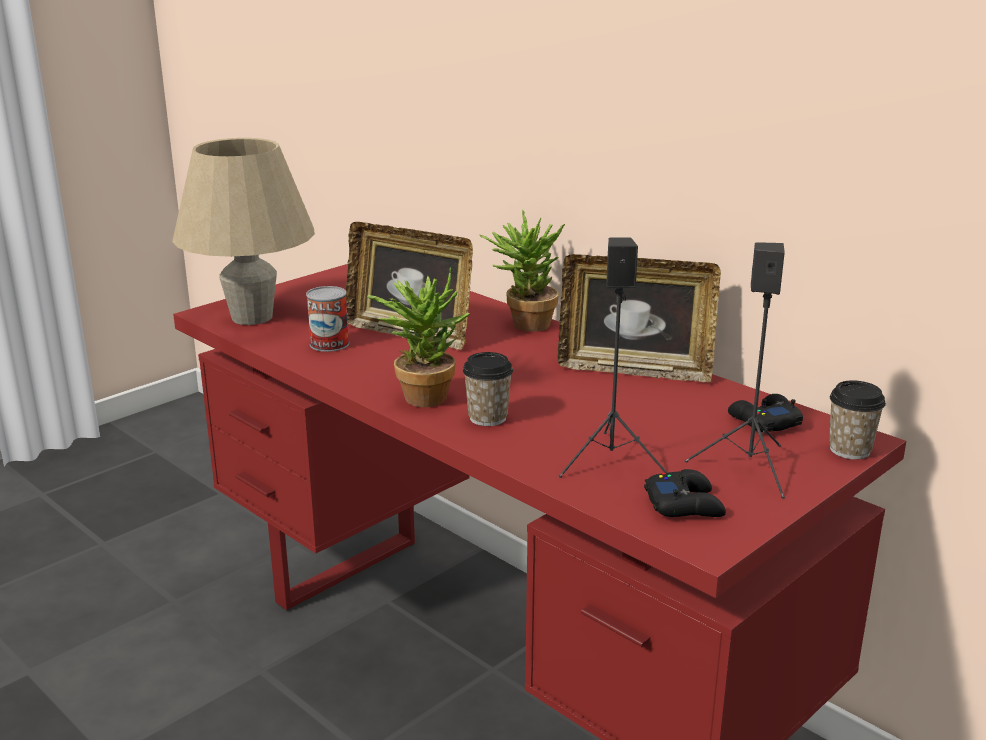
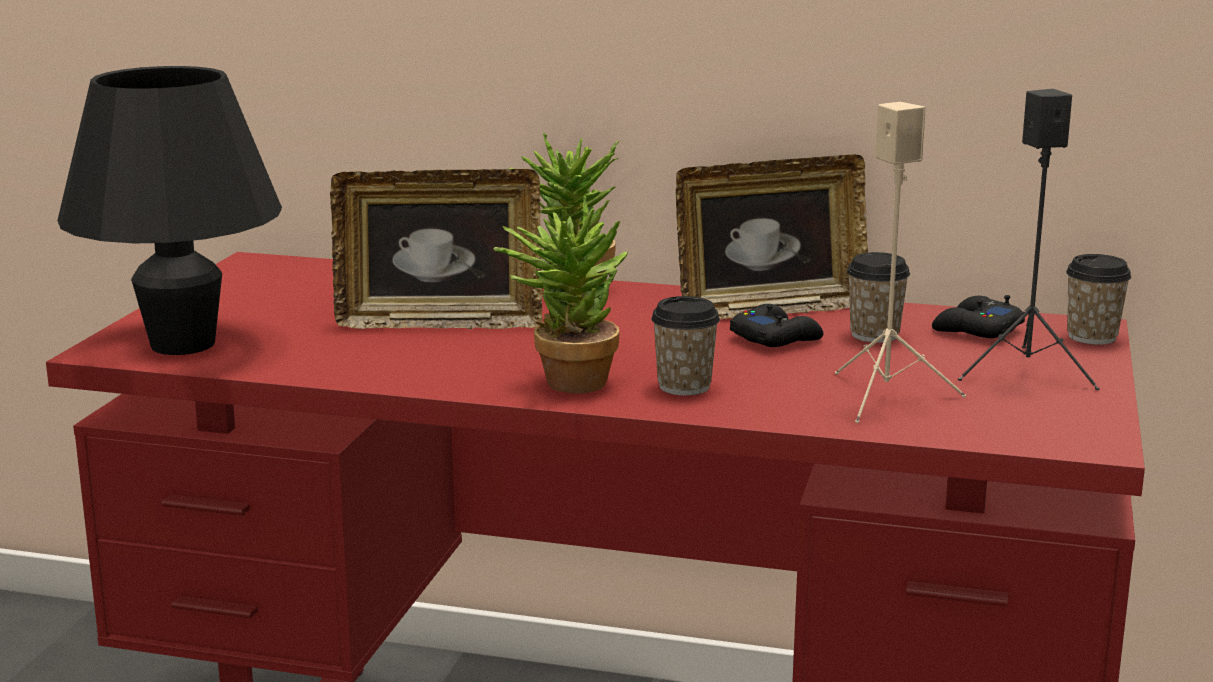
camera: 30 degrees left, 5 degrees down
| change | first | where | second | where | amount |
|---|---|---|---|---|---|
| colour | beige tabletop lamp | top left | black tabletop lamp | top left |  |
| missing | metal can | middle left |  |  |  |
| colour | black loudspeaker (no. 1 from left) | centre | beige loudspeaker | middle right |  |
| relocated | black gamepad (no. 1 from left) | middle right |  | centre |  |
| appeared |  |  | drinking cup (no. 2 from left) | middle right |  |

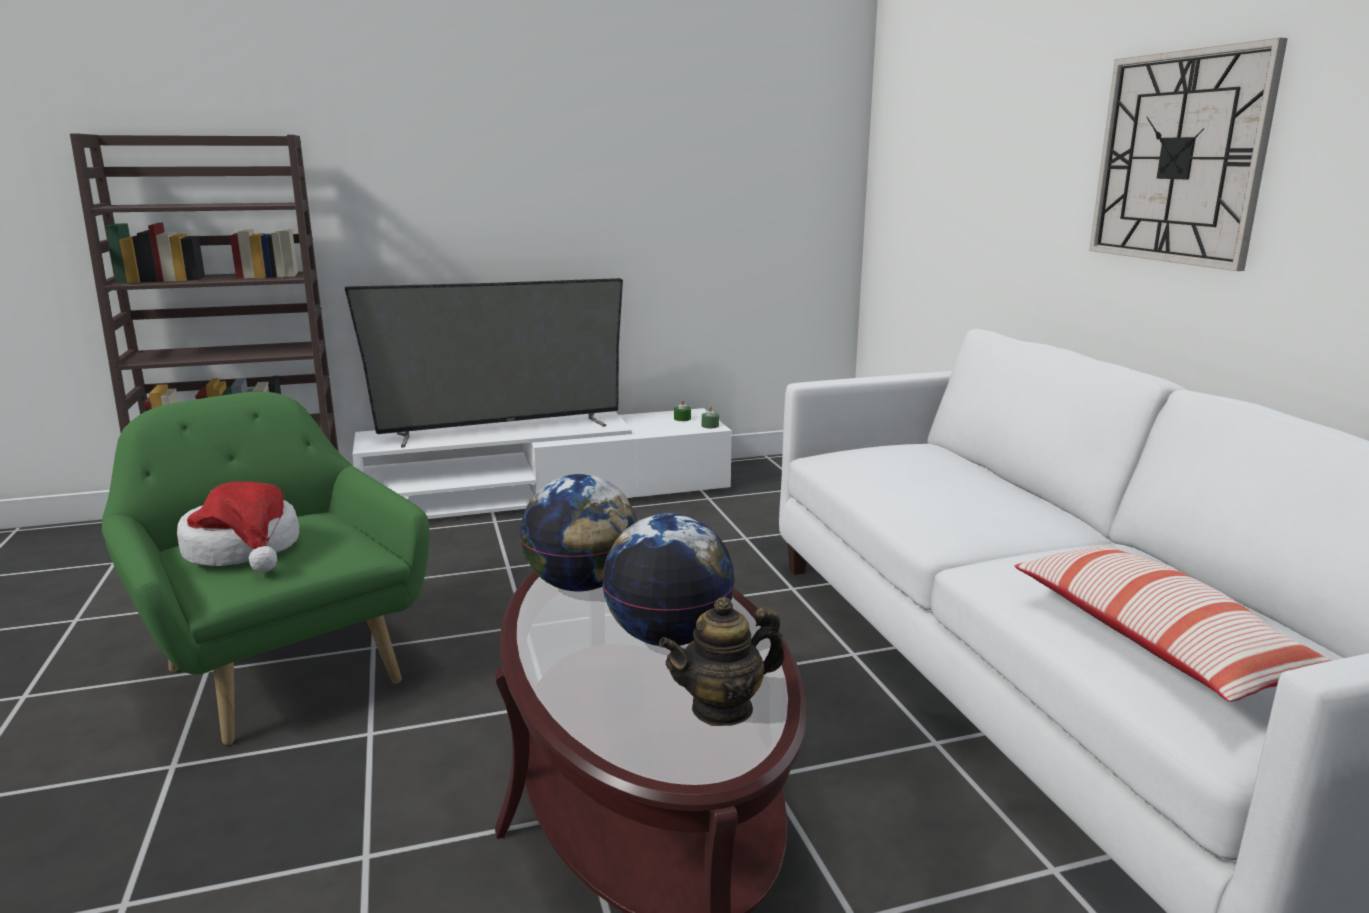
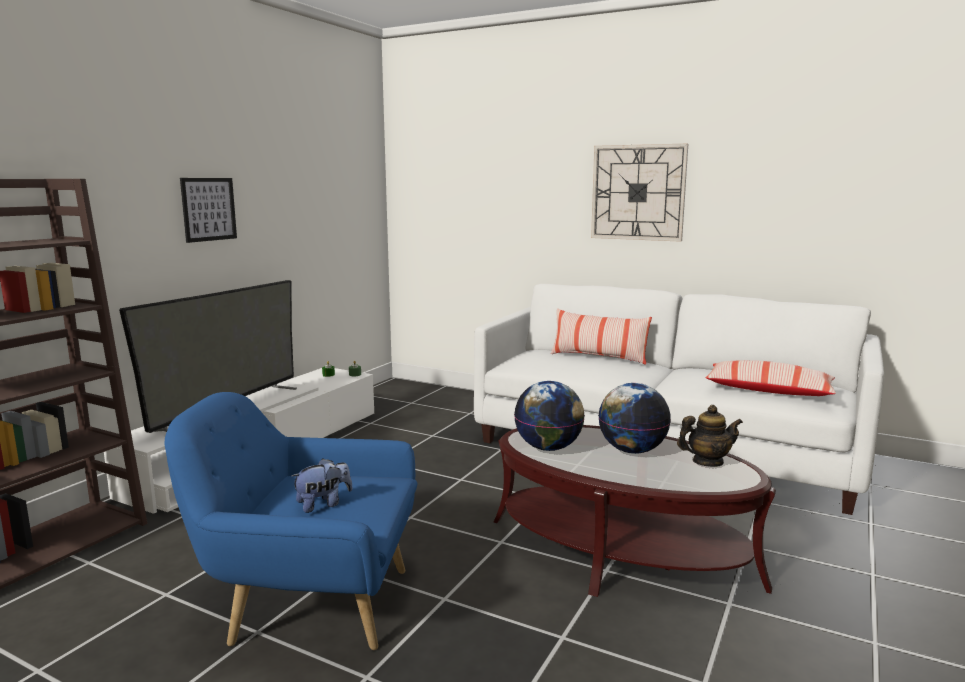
camera: 45 degrees left, 5 degrees down
| change | first | where | second | where | amount |
|---|---|---|---|---|---|
| colour | greenish armchair | middle left | blue armchair | bottom left |  |
| exchanged | hat | middle left | plush toy | bottom left |  |
| spun | teapot | bottom centre |  | middle right | 120 degrees counterclockwise |
| appeared |  |  | wall art | top left |  |
| appeared |  |  | pillow (no. 1 from left) | centre |  |

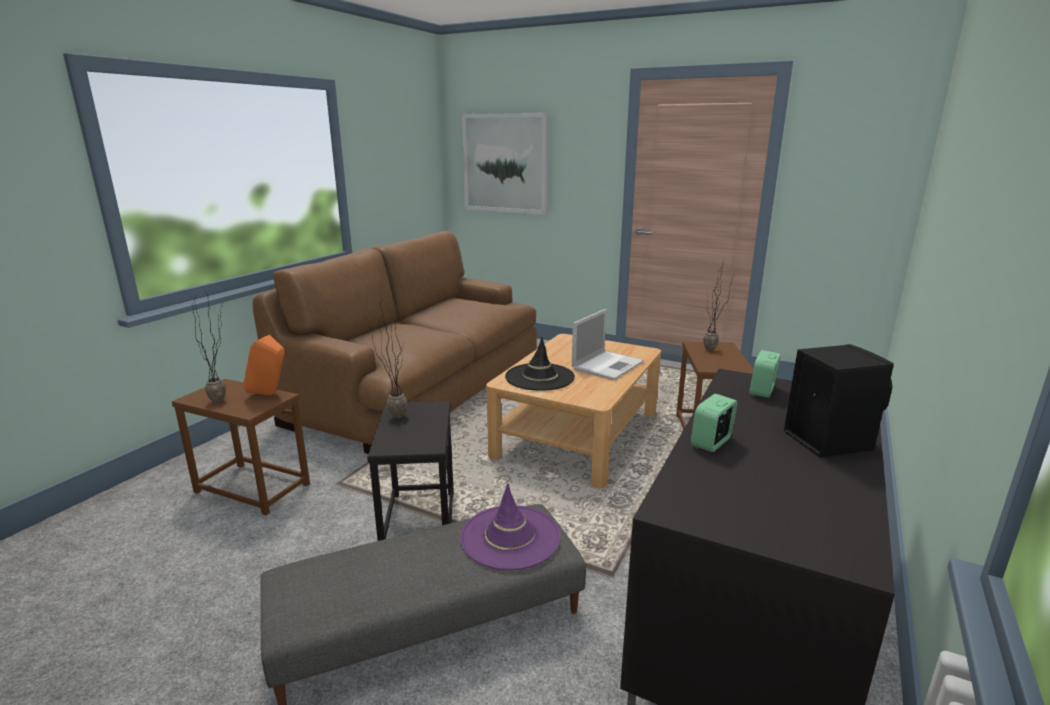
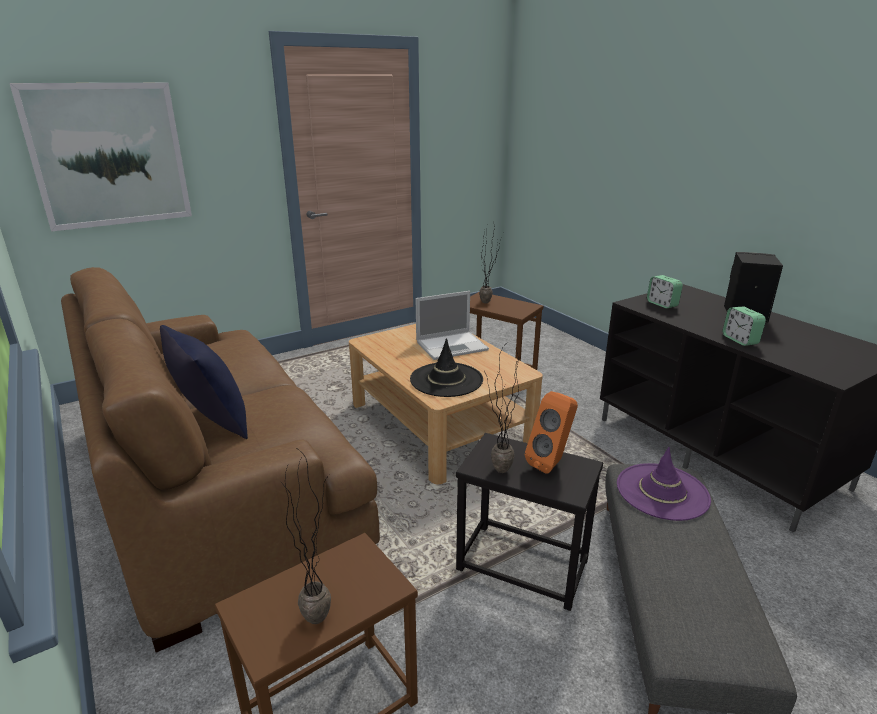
camera: 60 degrees left, 5 degrees up
| change | first | where | second | where | amount |
|---|---|---|---|---|---|
| relocated | orange loudspeaker | middle left |  | centre |  |
| spun | laptop | centre |  | centre | 90 degrees clockwise |
| appeared |  |  | blue pillow | middle left |  |

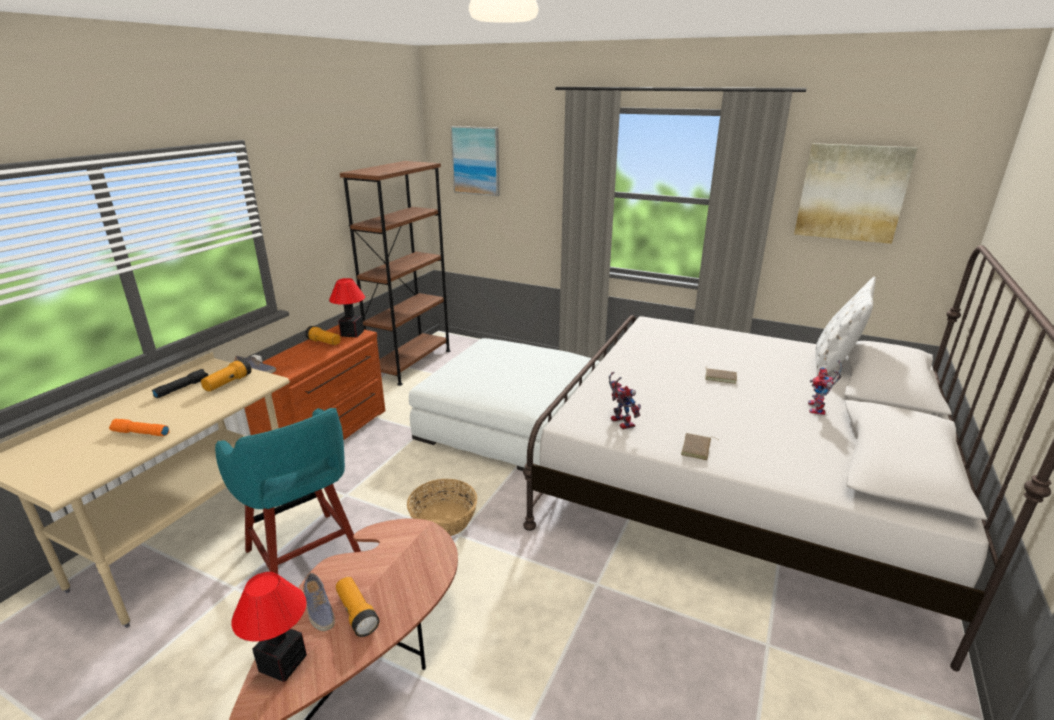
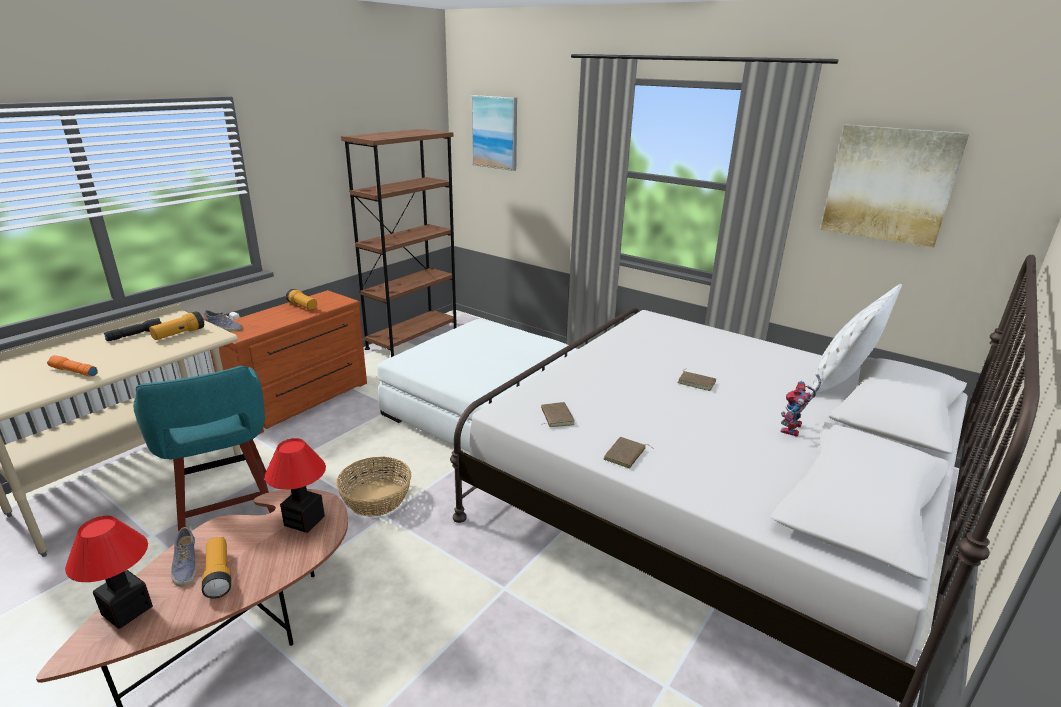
camera: 10 degrees right, 0 degrees up
| change | first | where | second | where | amount |
|---|---|---|---|---|---|
| relocated | tabletop lamp (no. 2 from left) | middle left |  | bottom left |  |
| exchanged | toy robot (no. 1 from left) | centre | brownish book (no. 1 from left) | centre |  |

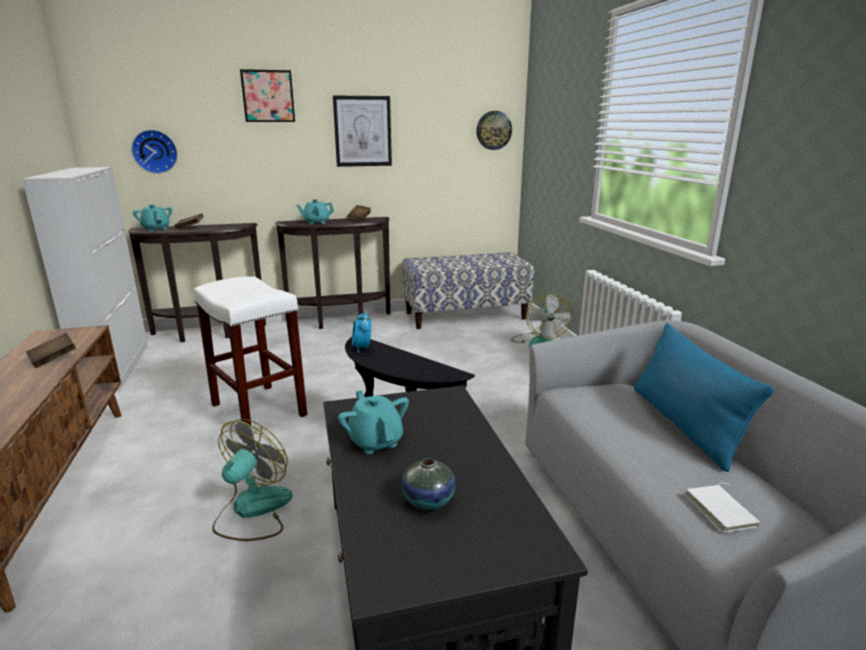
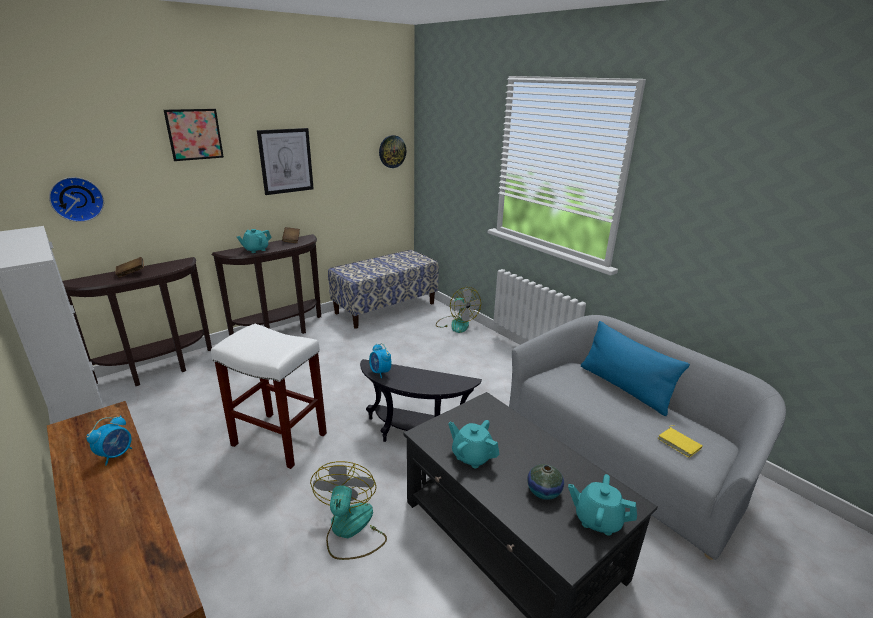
camera: 25 degrees left, 5 degrees up
| change | first | where | second | where | amount |
|---|---|---|---|---|---|
| exchanged | brownish book (no. 1 from left) | middle left | table clock (no. 1 from left) | bottom left |  |
| relocated | turquoise-coloured teapot (no. 1 from left in the first image) | middle left | turquoise-coloured teapot (no. 3 from left) | bottom right |  |
| colour | white-coloured book | bottom right | yellow book | bottom right |  |

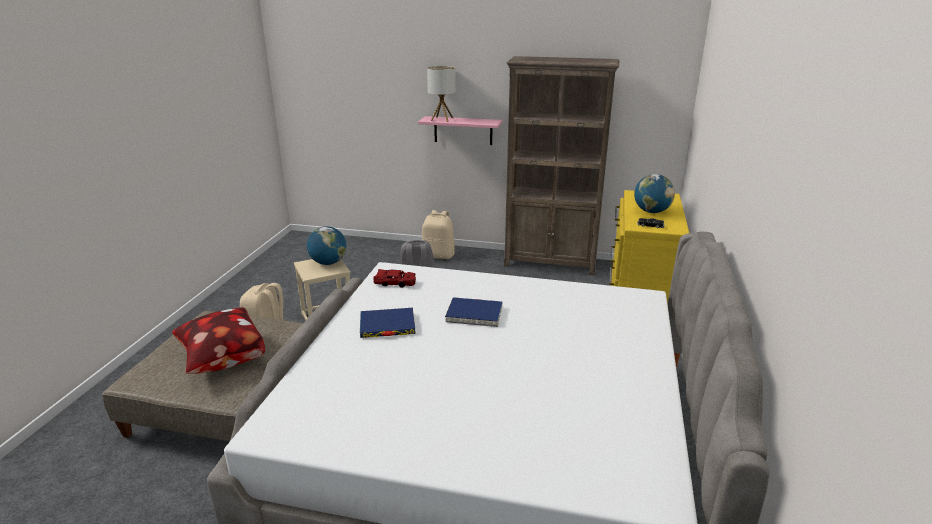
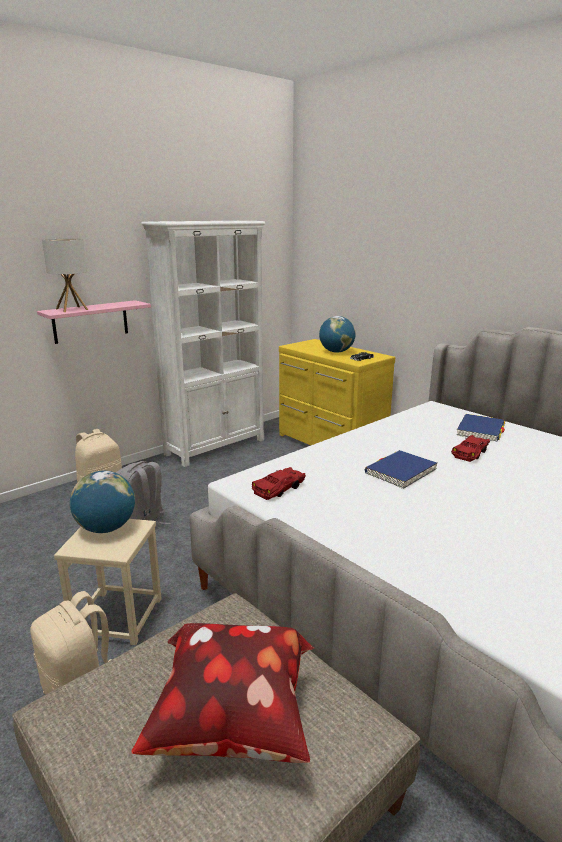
camera: 55 degrees left, 5 degrees down
| change | first | where | second | where | amount |
|---|---|---|---|---|---|
| relocated | blue book (no. 1 from left in the first image) | centre | blue book (no. 2 from left) | middle right |  |
| colour | brownish bookshelf | top centre | white-coloured bookshelf | centre |  |
| appeared |  |  | red miniature car (no. 2 from left) | middle right |  |

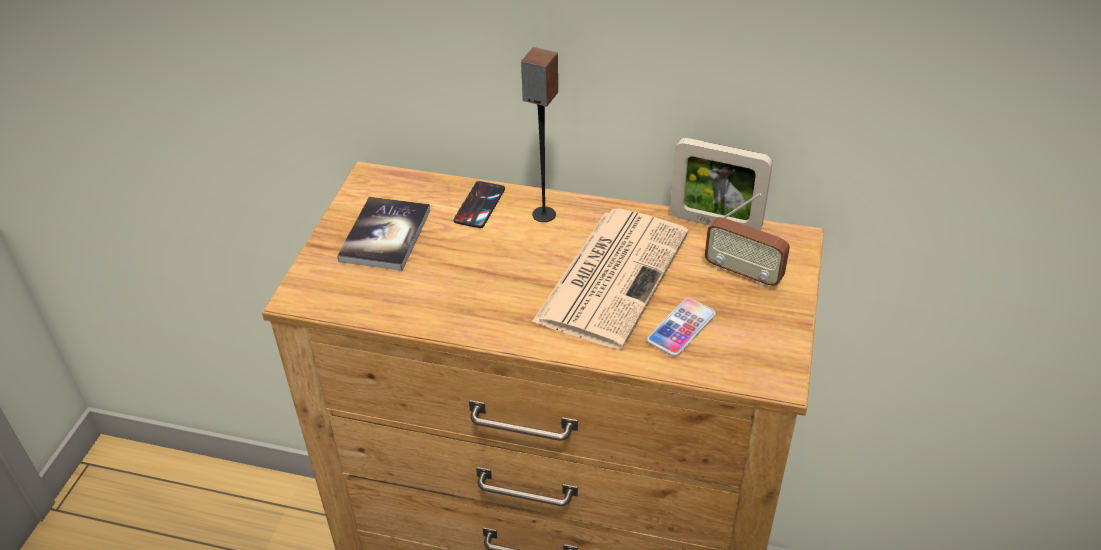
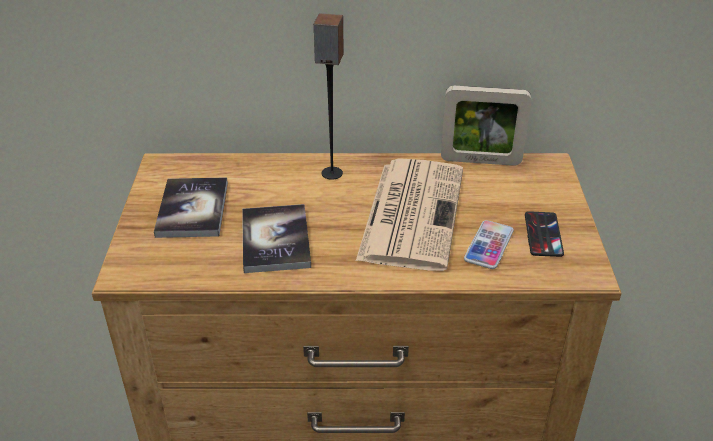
camera: 15 degrees left, 5 degrees down
| change | first | where | second | where | amount |
|---|---|---|---|---|---|
| relocated | telephone (no. 1 from left in the first image) | centre | telephone (no. 2 from left) | middle right |  |
| missing | radio receiver | middle right |  |  |  |
| appeared |  |  | book (no. 2 from left) | centre |  |

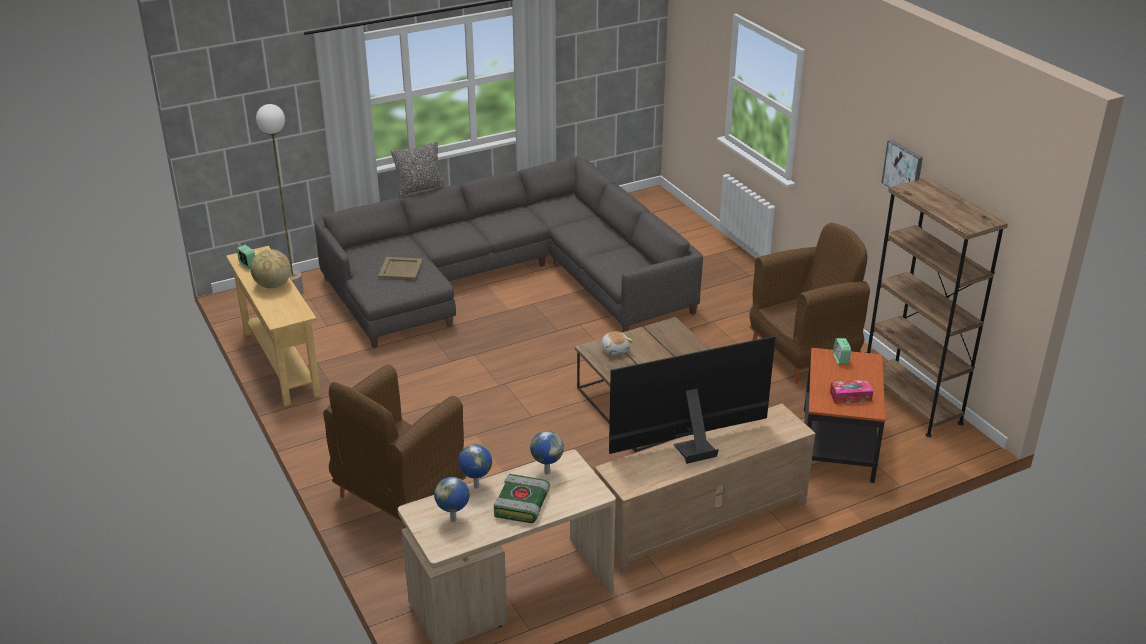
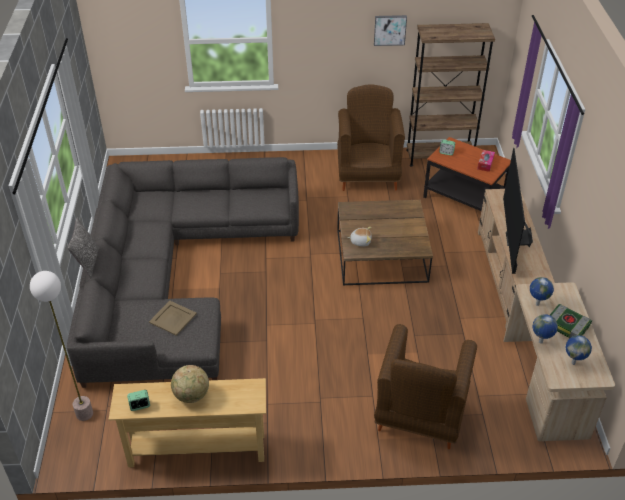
camera: 65 degrees left, 10 degrees up
| change | first | where | second | where | amount |
|---|---|---|---|---|---|
| spun | brownish armchair (no. 1 from left in the first image) | bottom centre | brownish armchair (no. 2 from left) | bottom right | 45 degrees clockwise |

